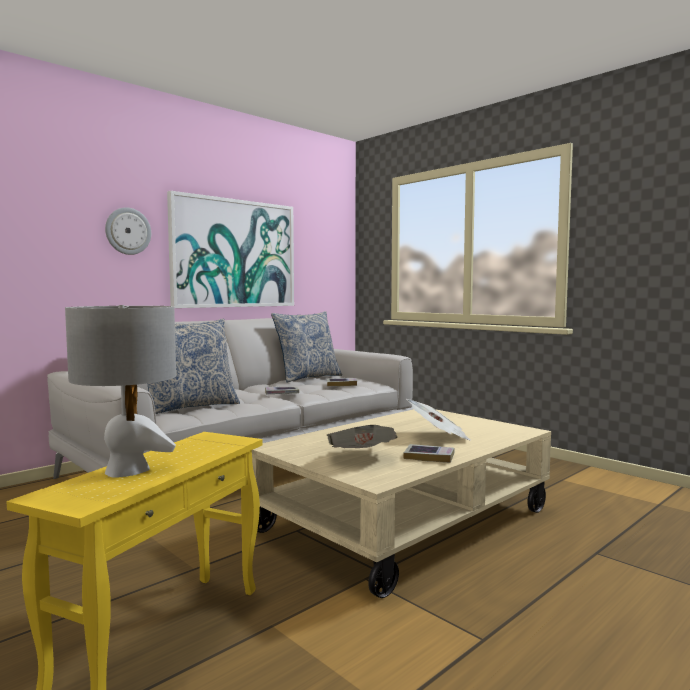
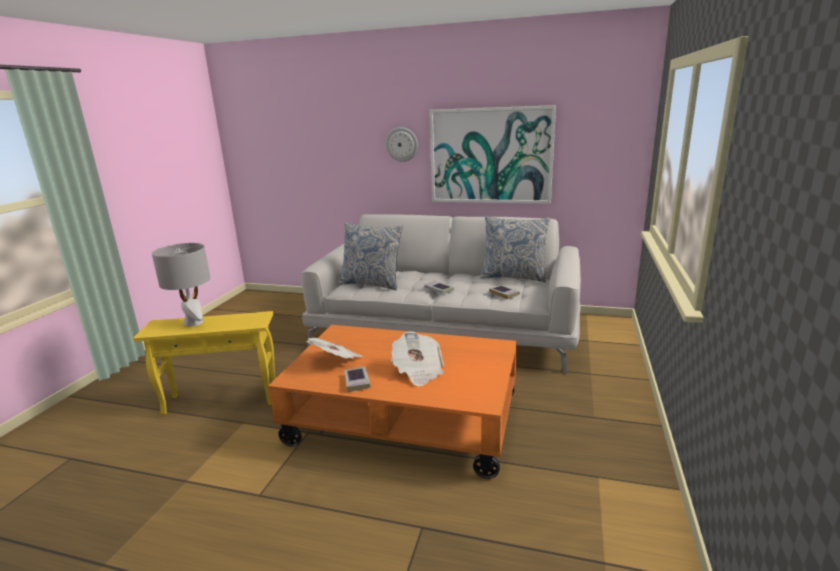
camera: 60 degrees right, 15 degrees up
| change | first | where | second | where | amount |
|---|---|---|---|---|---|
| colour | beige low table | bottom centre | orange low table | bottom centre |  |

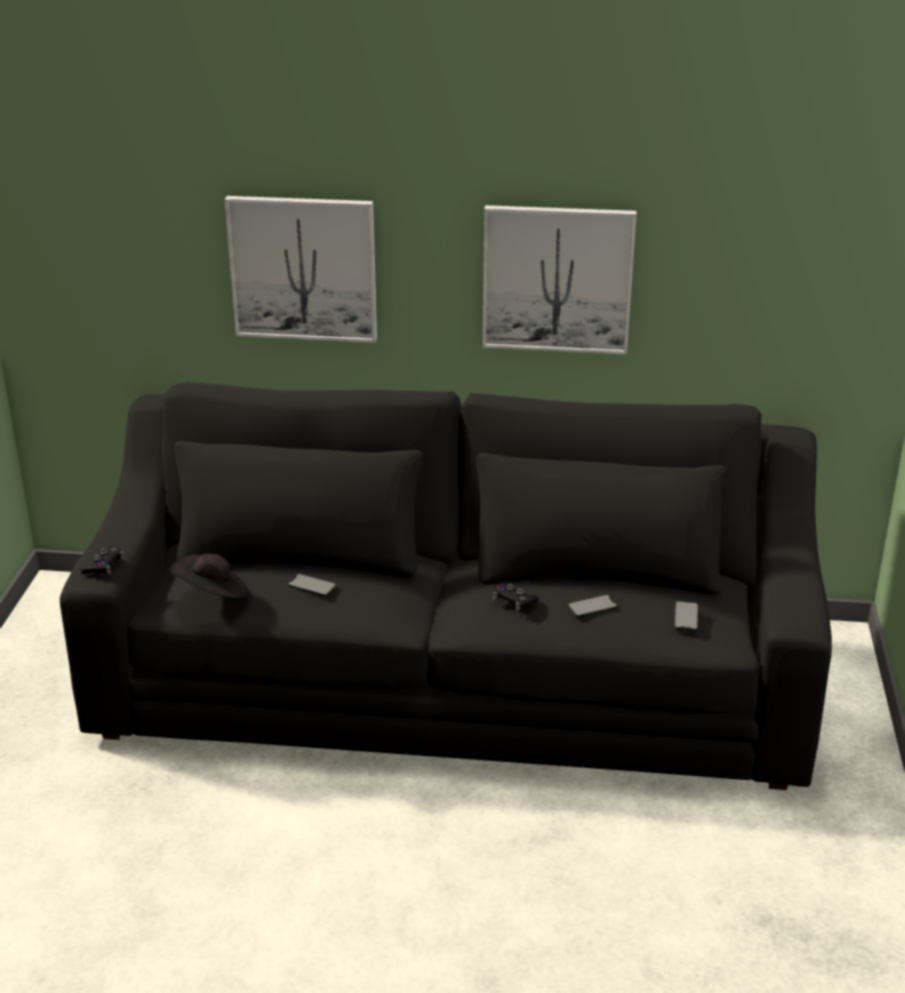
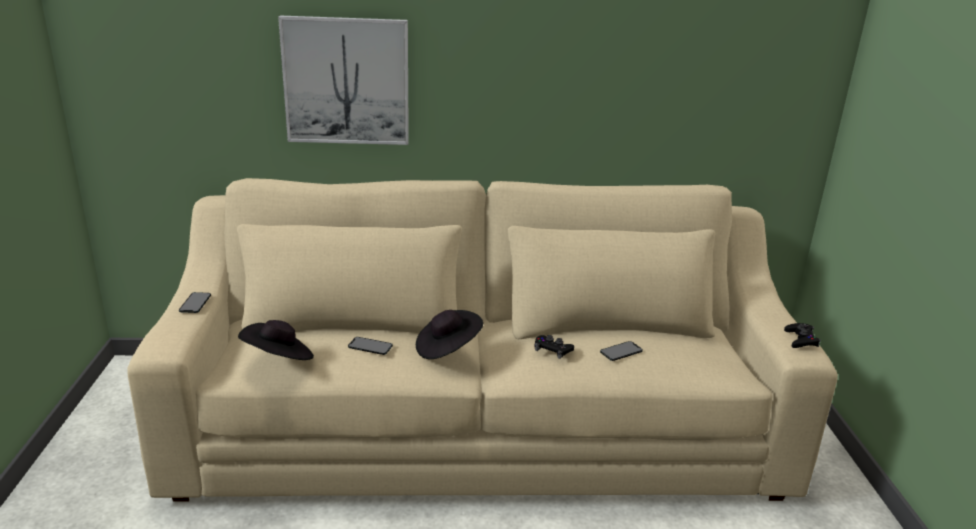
camera: 10 degrees left, 5 degrees down
| change | first | where | second | where | amount |
|---|---|---|---|---|---|
| colour | black sofa | centre | beige sofa | centre |  |
| relocated | black gamepad (no. 1 from left in the first image) | middle left | black gamepad (no. 2 from left) | middle right |  |
| missing | wall art (no. 2 from left) | top centre |  |  |  |
| relocated | telephone (no. 3 from left in the first image) | middle right | telephone (no. 1 from left) | middle left |  |
| appeared |  |  | black hat (no. 2 from left) | centre |  |

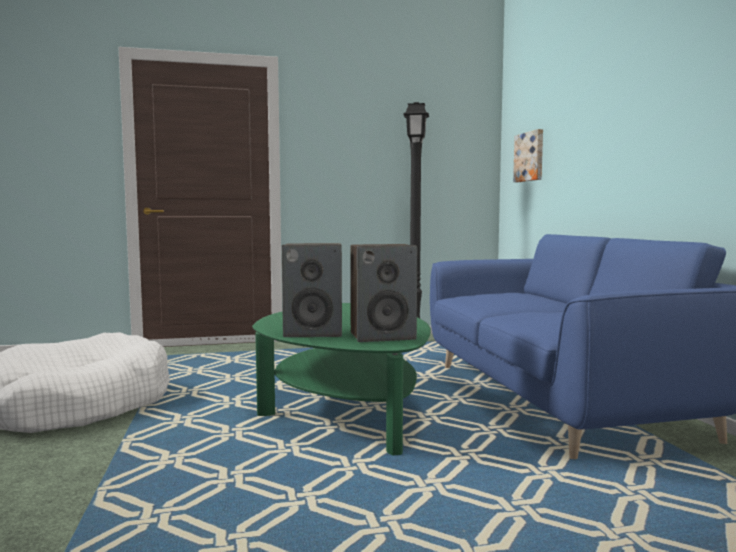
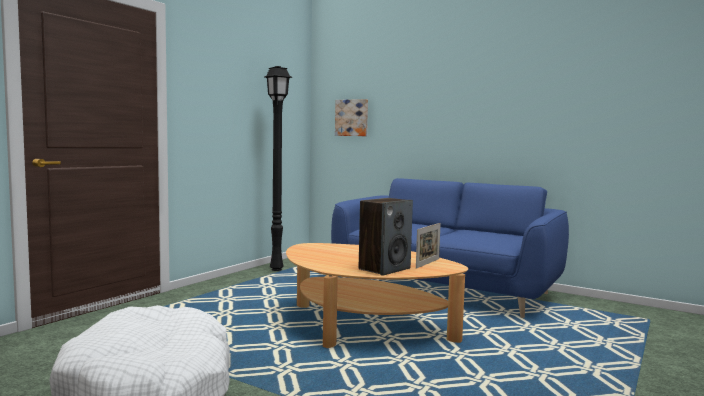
camera: 45 degrees left, 0 degrees up
| change | first | where | second | where | amount |
|---|---|---|---|---|---|
| colour | greenish low table | bottom centre | beige low table | bottom centre |  |
| exchanged | loudspeaker (no. 2 from left) | centre | picture frame | centre |  |

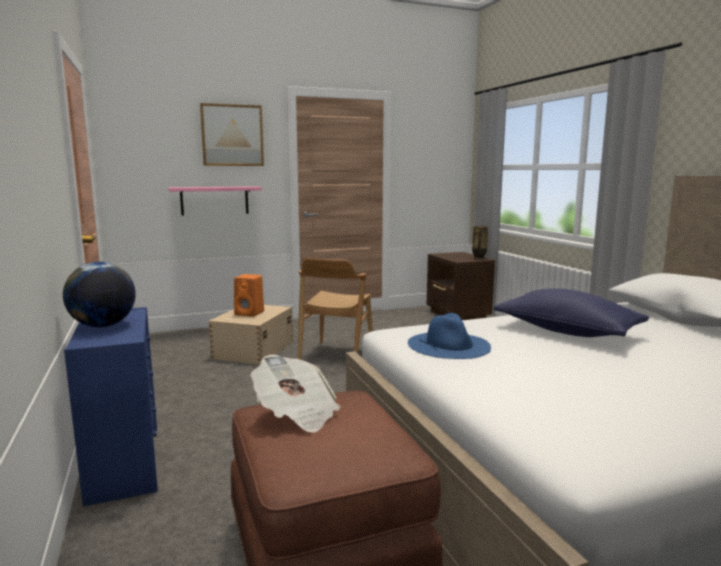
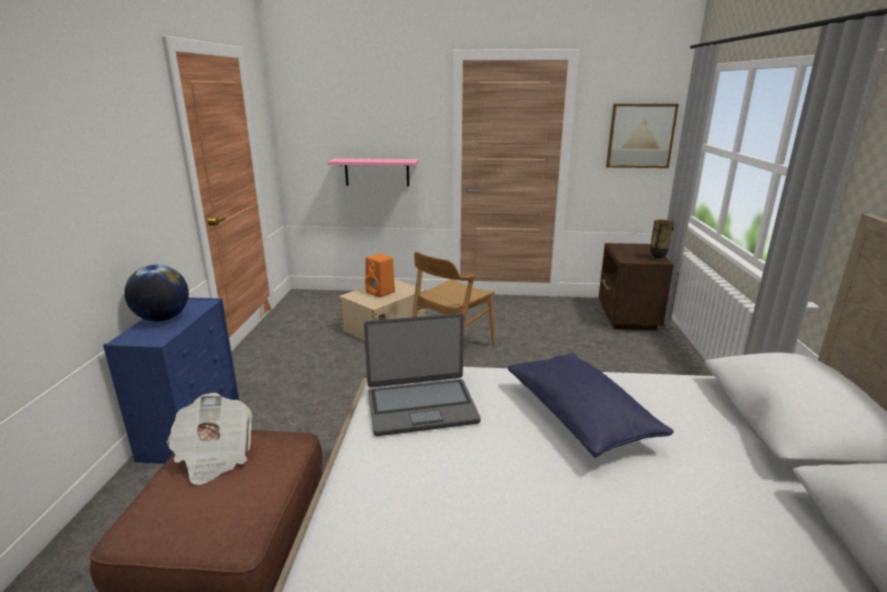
camera: 25 degrees right, 10 degrees up
| change | first | where | second | where | amount |
|---|---|---|---|---|---|
| relocated | wall art | top left |  | top right |  |
| exchanged | blue hat | centre | laptop | centre |  |

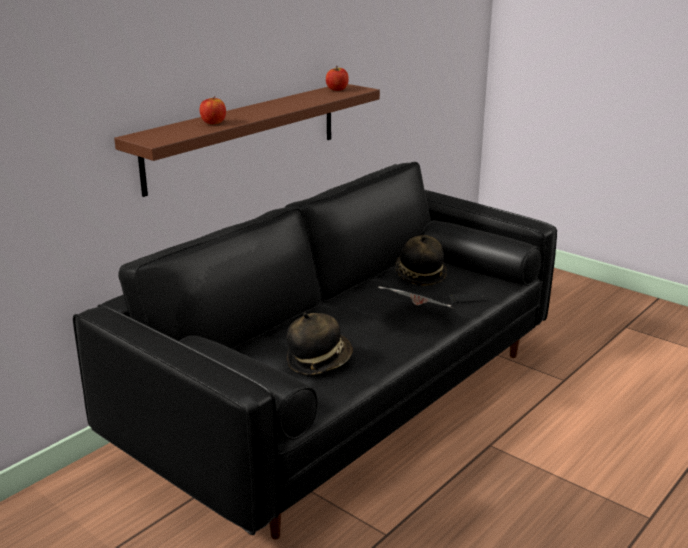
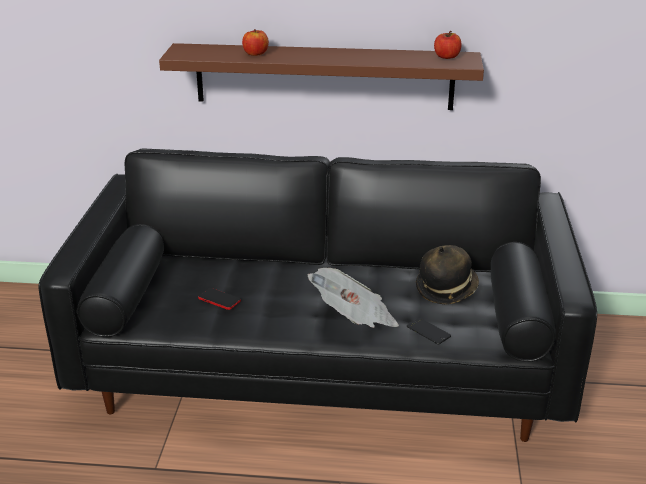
camera: 55 degrees right, 5 degrees up
| change | first | where | second | where | amount |
|---|---|---|---|---|---|
| exchanged | hat (no. 1 from left) | centre | telephone (no. 1 from left) | centre |  |

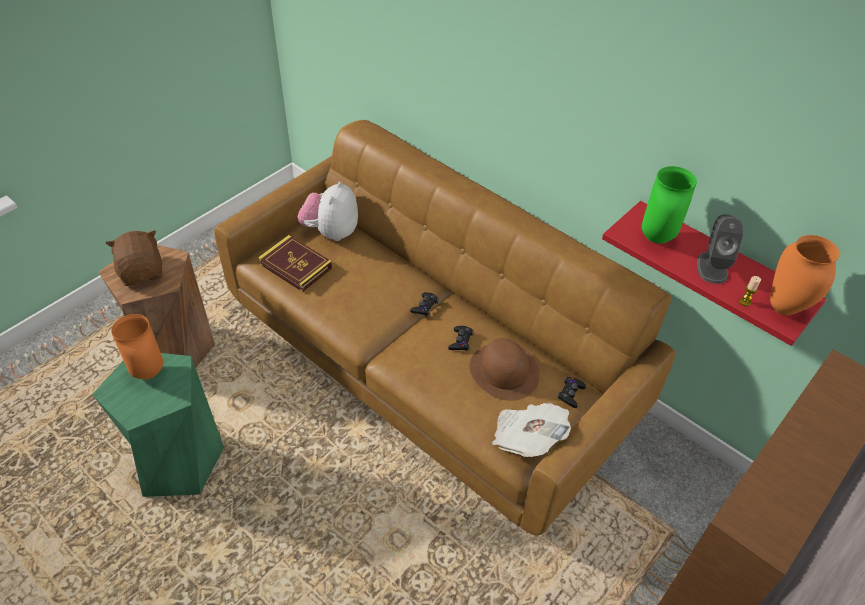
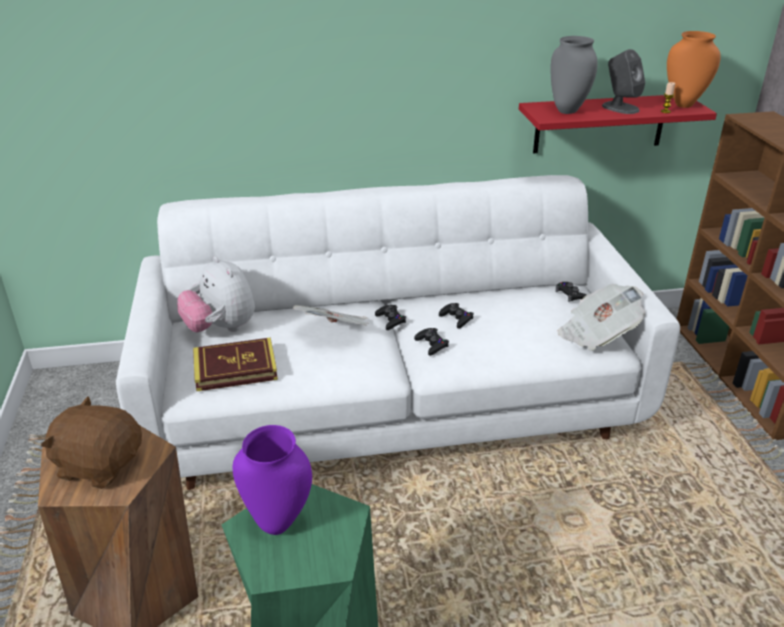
camera: 50 degrees left, 15 degrees down
| change | first | where | second | where | amount |
|---|---|---|---|---|---|
| colour | orange decorative vase (no. 1 from left) | middle left | purplish decorative vase | bottom centre |  |
| colour | brownish sofa | centre | white-coloured sofa | centre |  |
| missing | brownish hat | centre |  |  |  |
| colour | greenish decorative vase | middle right | gray decorative vase | top right |  |
| appeared |  |  | newspaper (no. 1 from left) | centre |  |
| appeared |  |  | black gamepad (no. 2 from left) | centre |  |

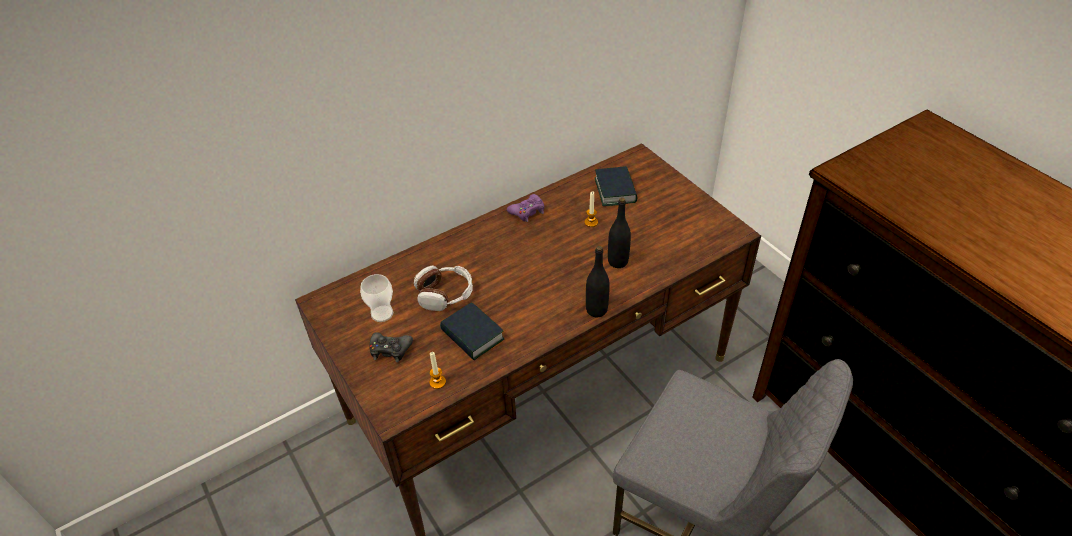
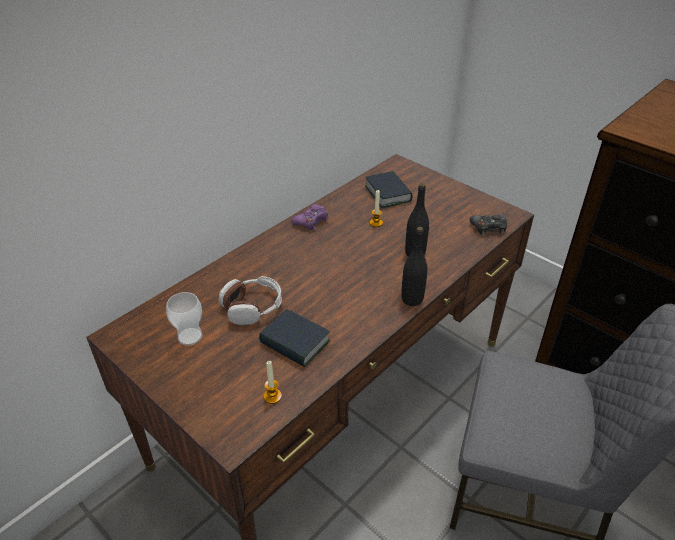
camera: 15 degrees left, 5 degrees down
| change | first | where | second | where | amount |
|---|---|---|---|---|---|
| relocated | black gamepad | centre |  | middle right |  |

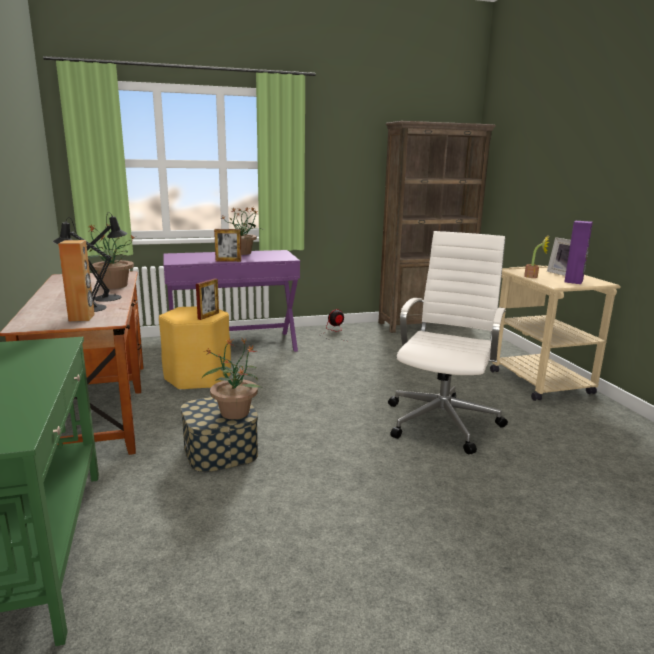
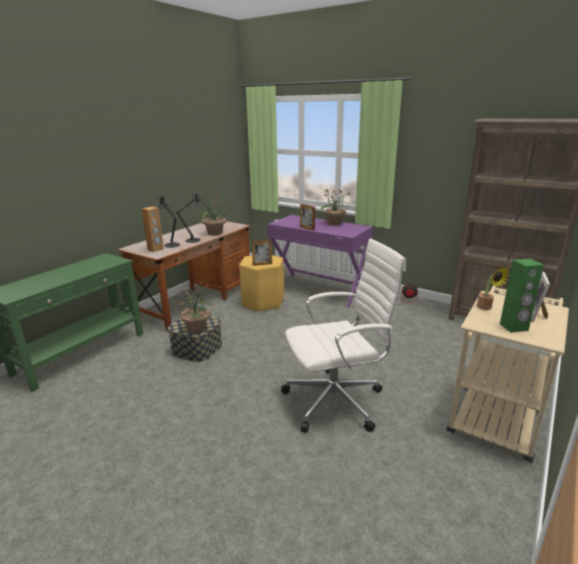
camera: 50 degrees right, 5 degrees up
| change | first | where | second | where | amount |
|---|---|---|---|---|---|
| colour | purplish loudspeaker | middle right | greenish loudspeaker | middle right |  |

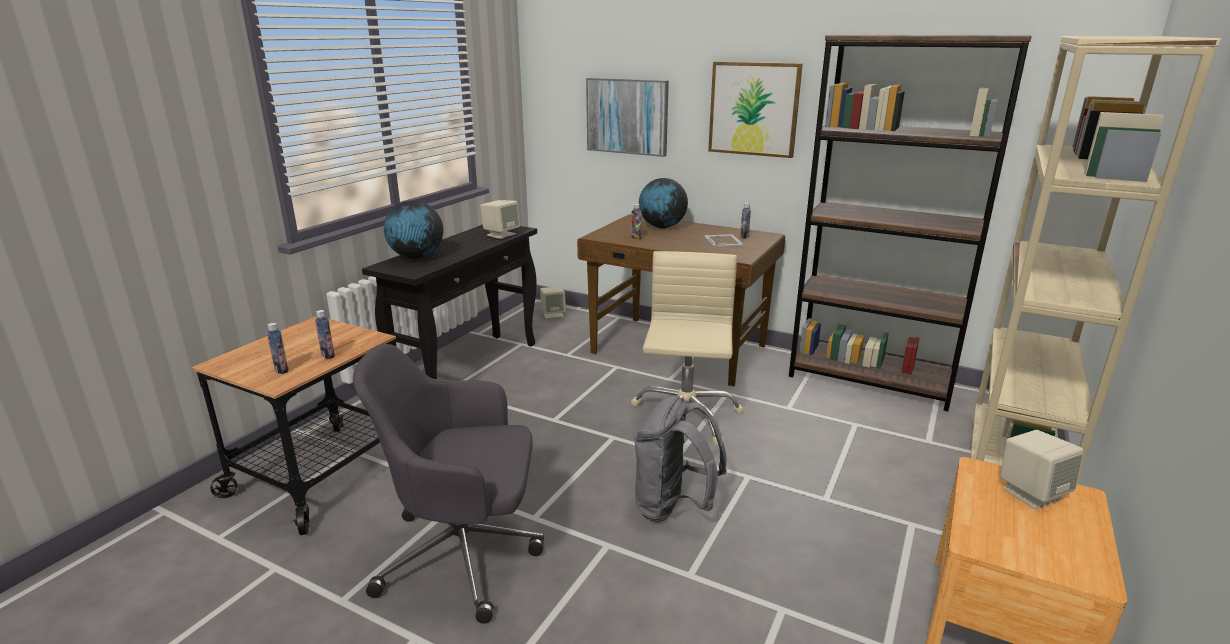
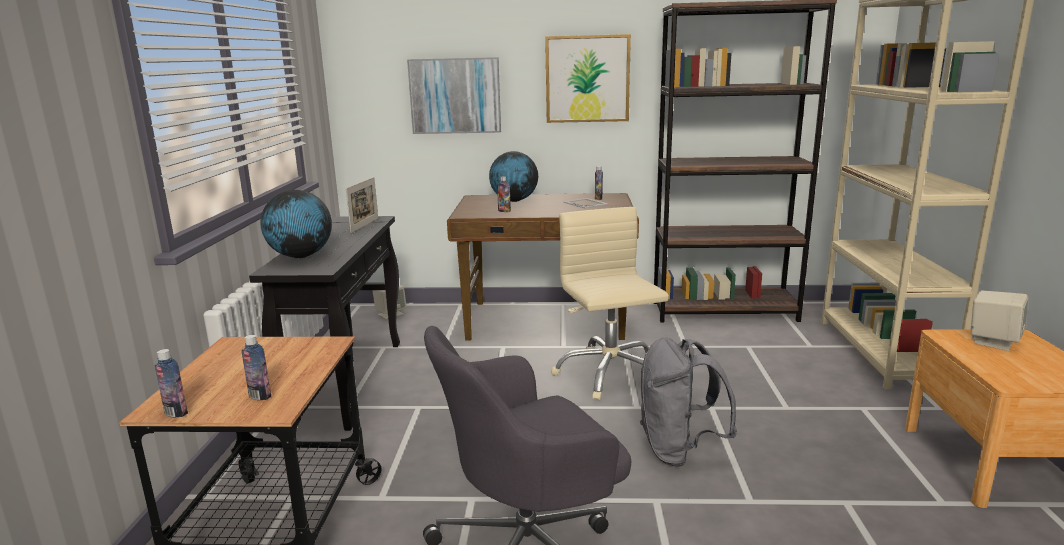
camera: 25 degrees left, 5 degrees down
| change | first | where | second | where | amount |
|---|---|---|---|---|---|
| relocated | bottle (no. 2 from left in the first image) | middle left | bottle (no. 1 from left) | bottom left |  |
| exchanged | beige loudspeaker (no. 1 from left) | centre | picture frame (no. 1 from left) | centre |  |

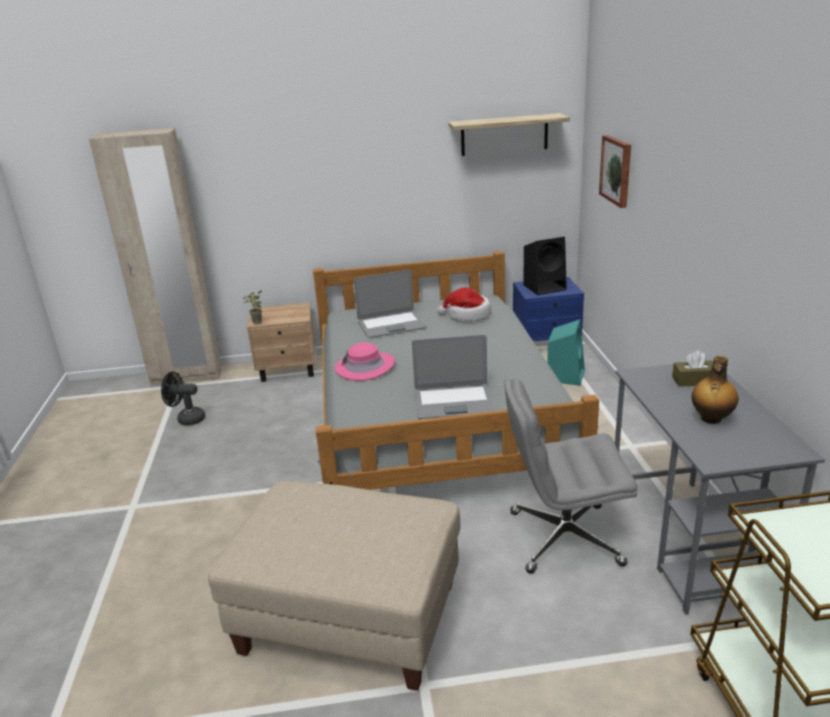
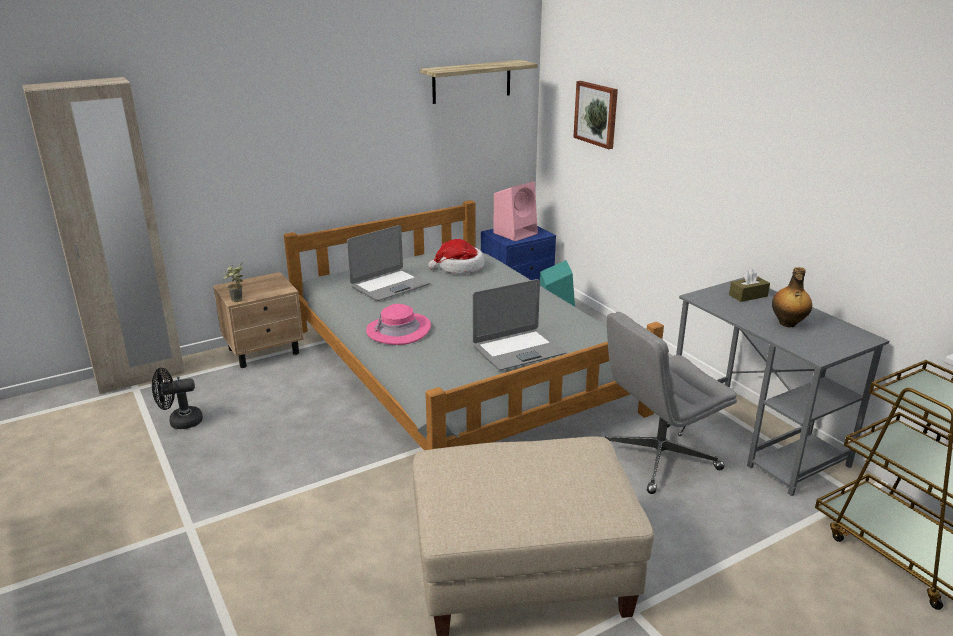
camera: 25 degrees left, 0 degrees up
| change | first | where | second | where | amount |
|---|---|---|---|---|---|
| colour | black loudspeaker | centre | pinkish loudspeaker | top centre |  |

